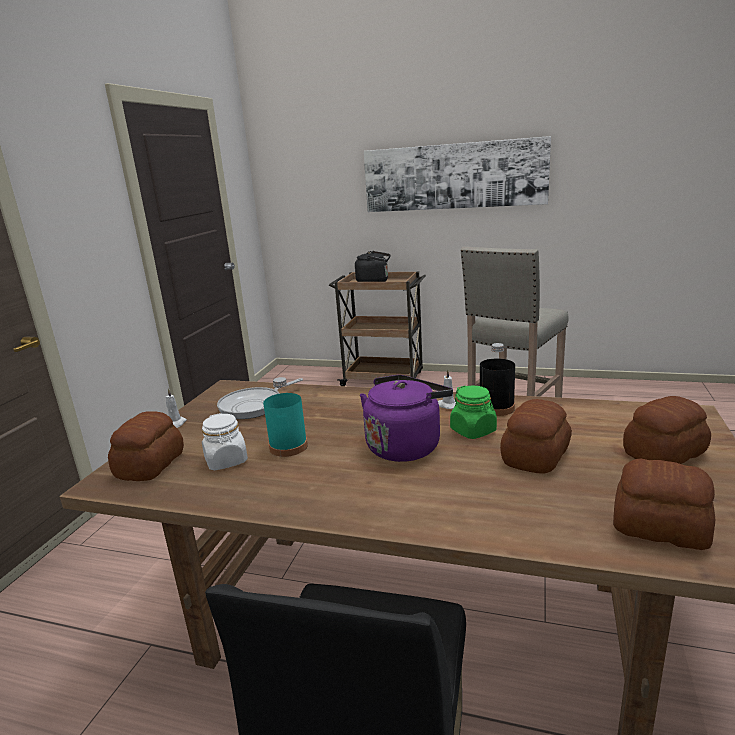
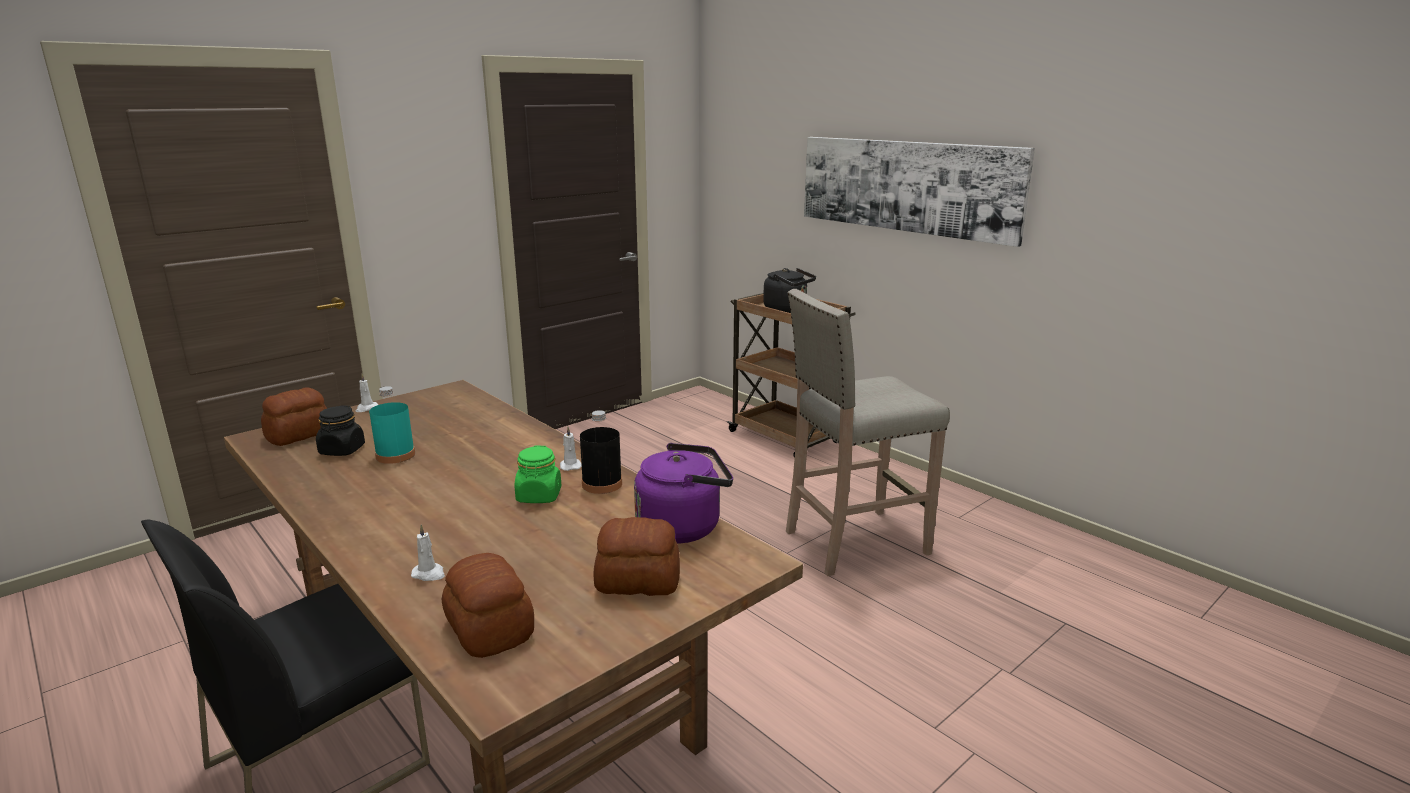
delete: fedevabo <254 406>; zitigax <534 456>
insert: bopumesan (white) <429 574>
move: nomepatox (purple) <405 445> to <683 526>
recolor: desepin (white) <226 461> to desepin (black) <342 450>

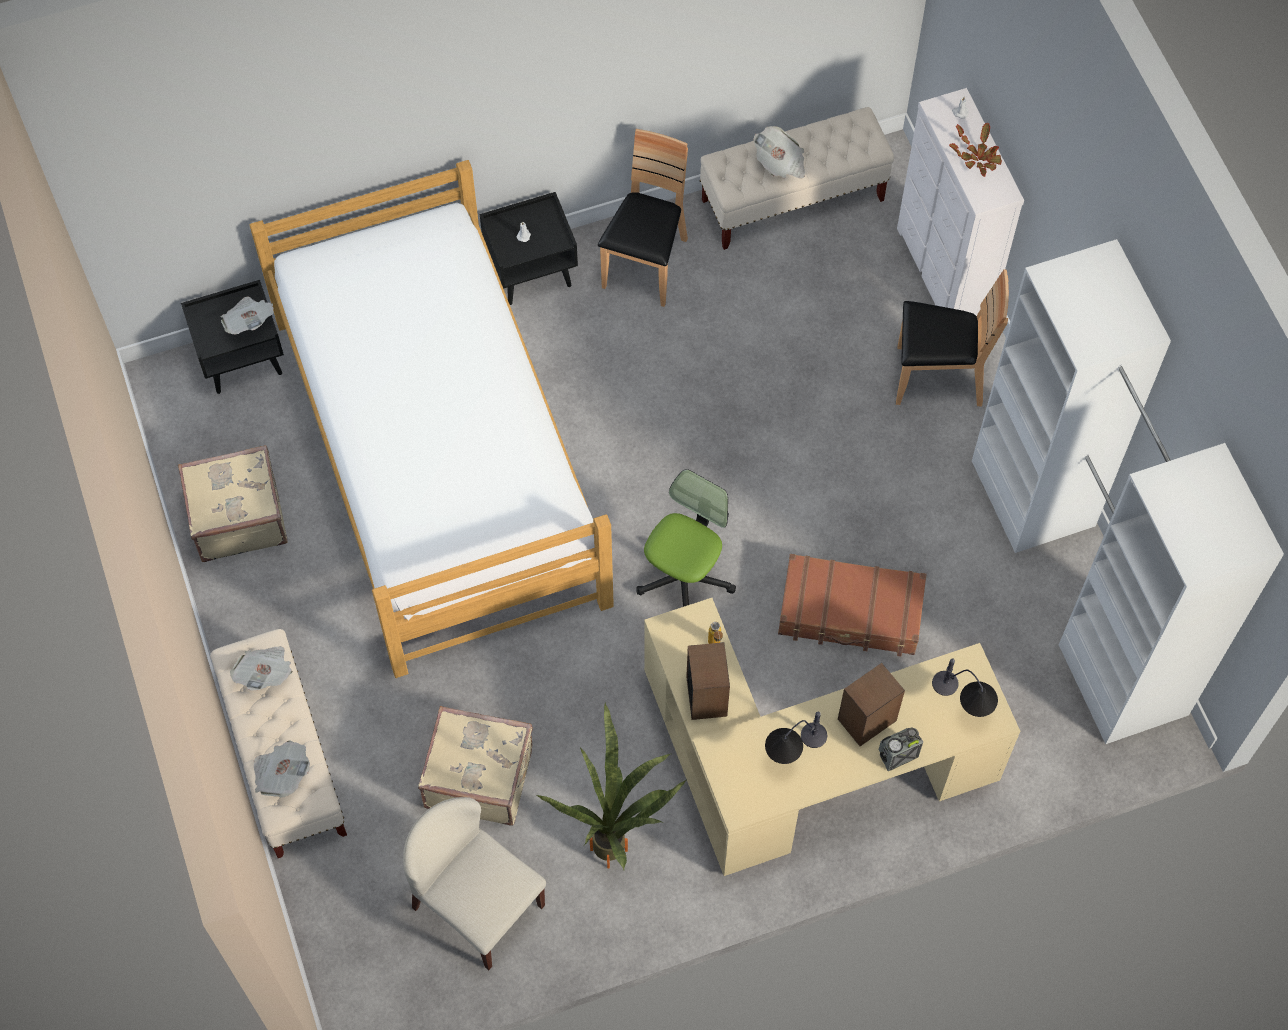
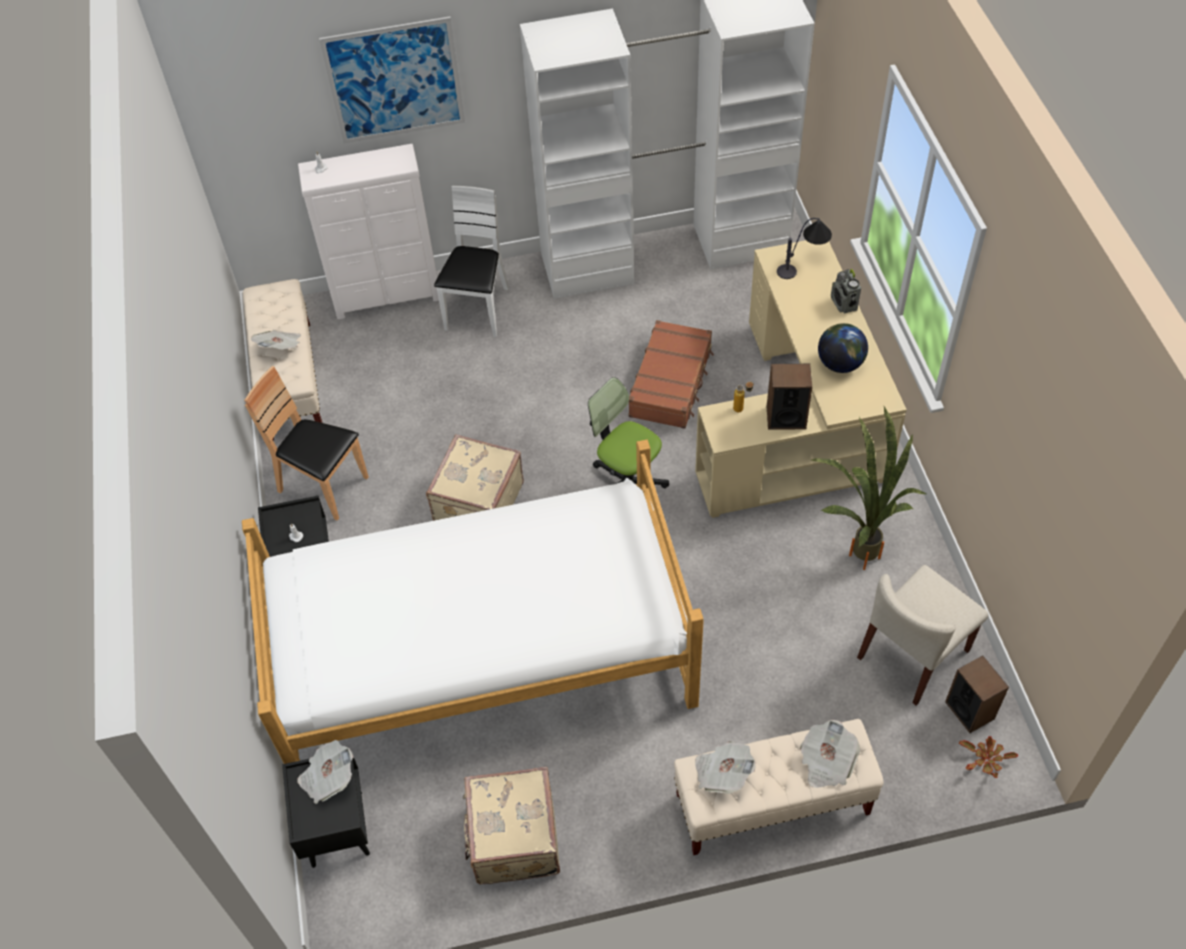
insert: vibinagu <395 81>
move: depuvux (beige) <479 776> to <477 503>; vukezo <867 720> to <969 710>; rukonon <977 157> to <986 759>
replace: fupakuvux <793 752> to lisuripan <840 363>
recolor: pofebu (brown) <937 377> to pofebu (white) <478 310>

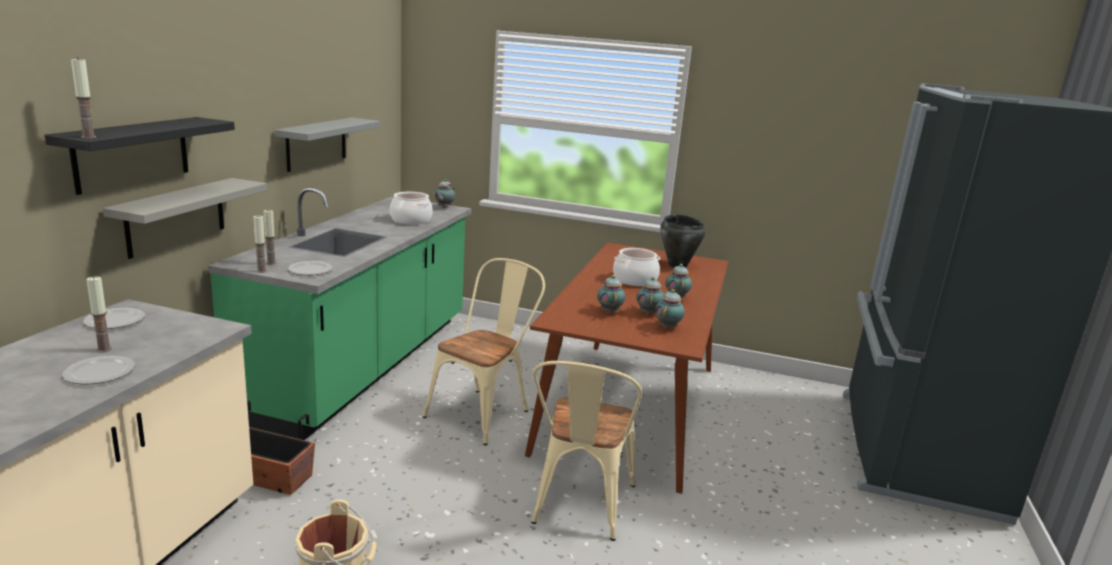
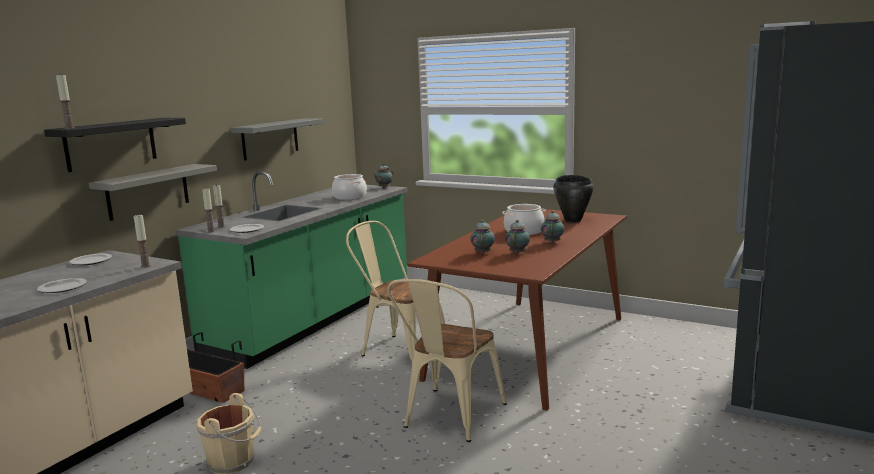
delete: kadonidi <668 327>
move: bopumesan <104 349> to <145 266>
rotate: pofebu (beige) <484 411> = <399 350> 105 degrees counterclockwise

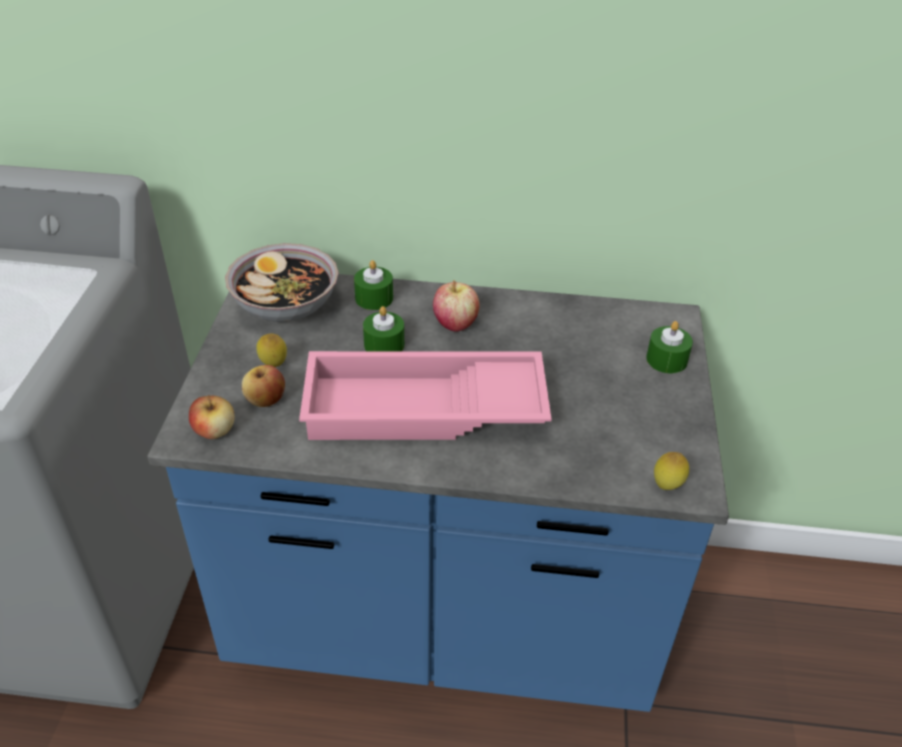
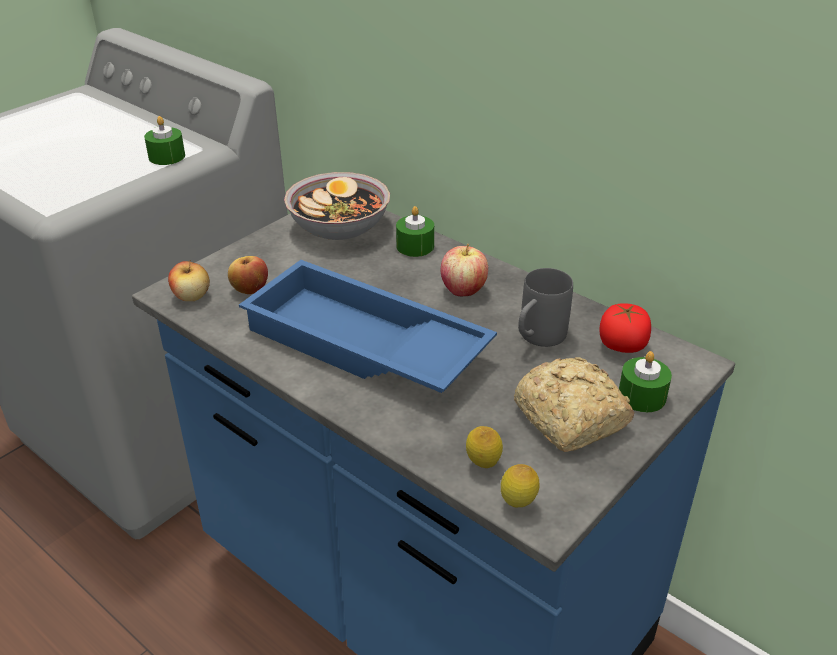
insert: zitigax <570 420>; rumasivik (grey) <537 338>; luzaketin <622 345>
move: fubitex <274 365> to <483 465>; bopumesan (green) <384 345> to <167 156>
recolor: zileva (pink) <423 410> to zileva (blue) <362 345>

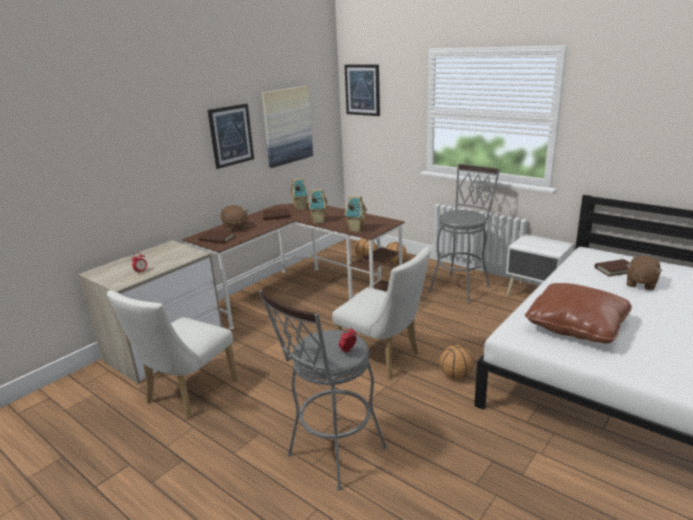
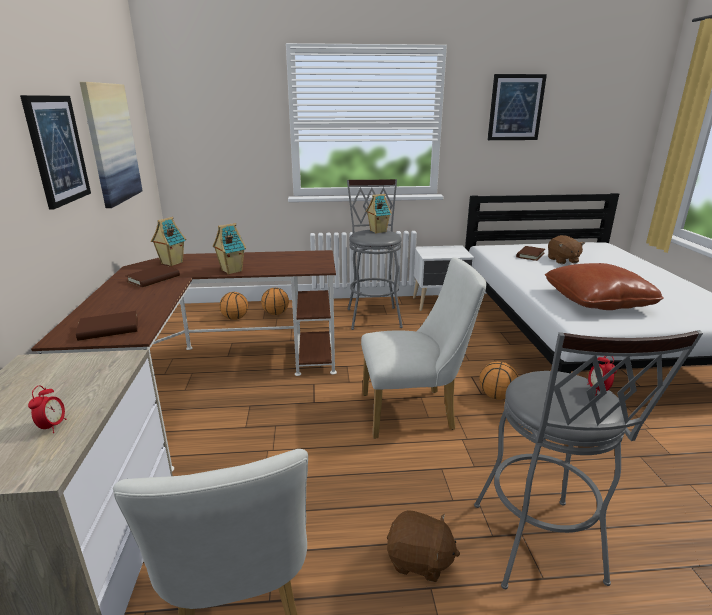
move: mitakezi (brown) <235 227> to <419 560>; vibinagu <362 90> to <515 107>; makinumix <356 229> to <377 231>

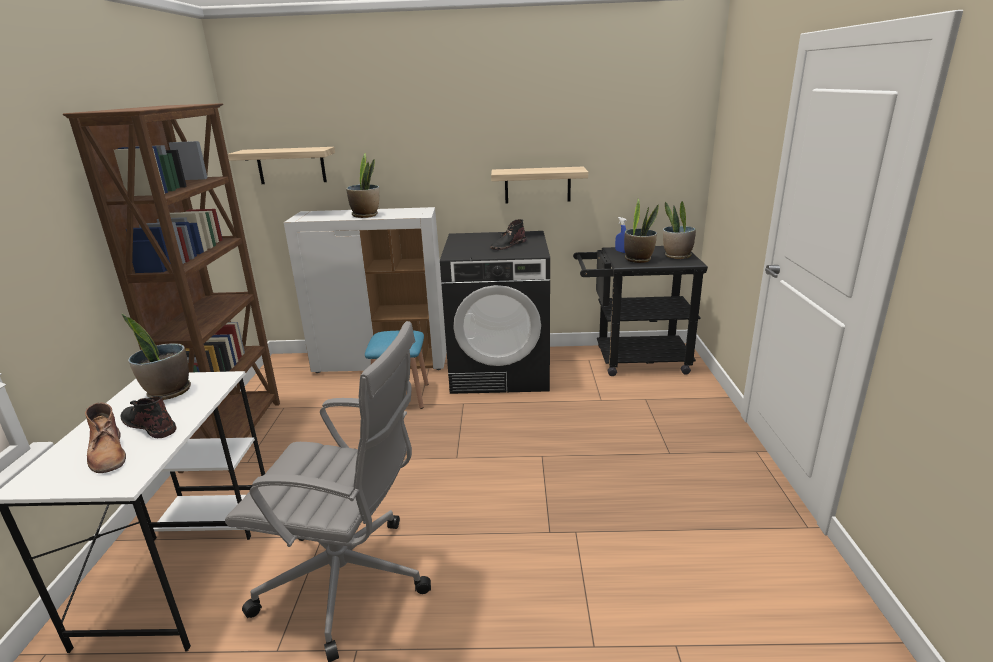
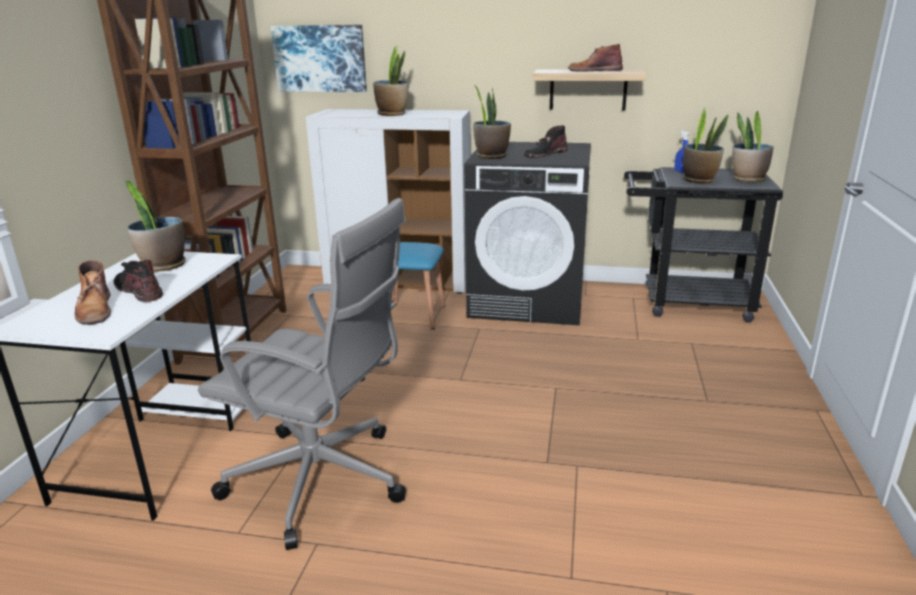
insert: rukonon <491 156>; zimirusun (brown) <594 70>
replace: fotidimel <291 165> to vibinagu <320 58>

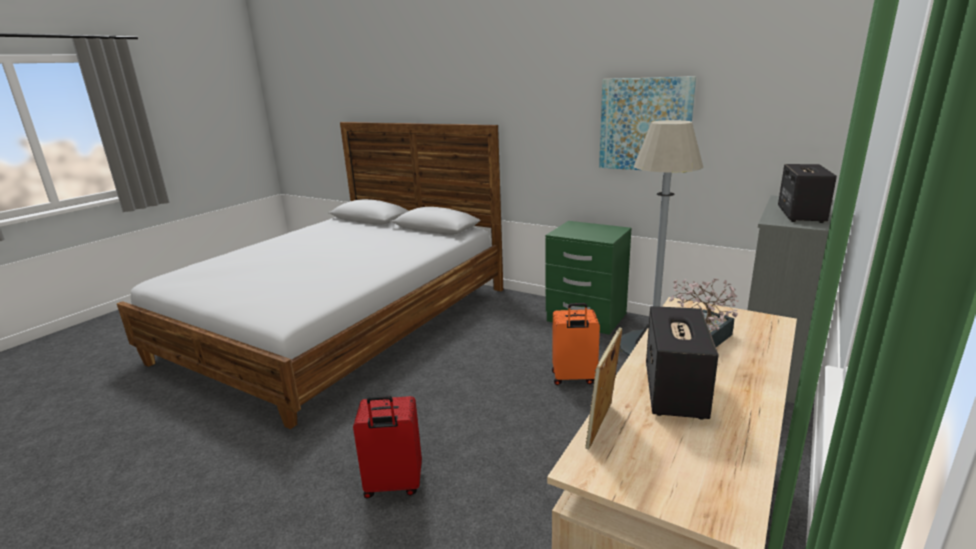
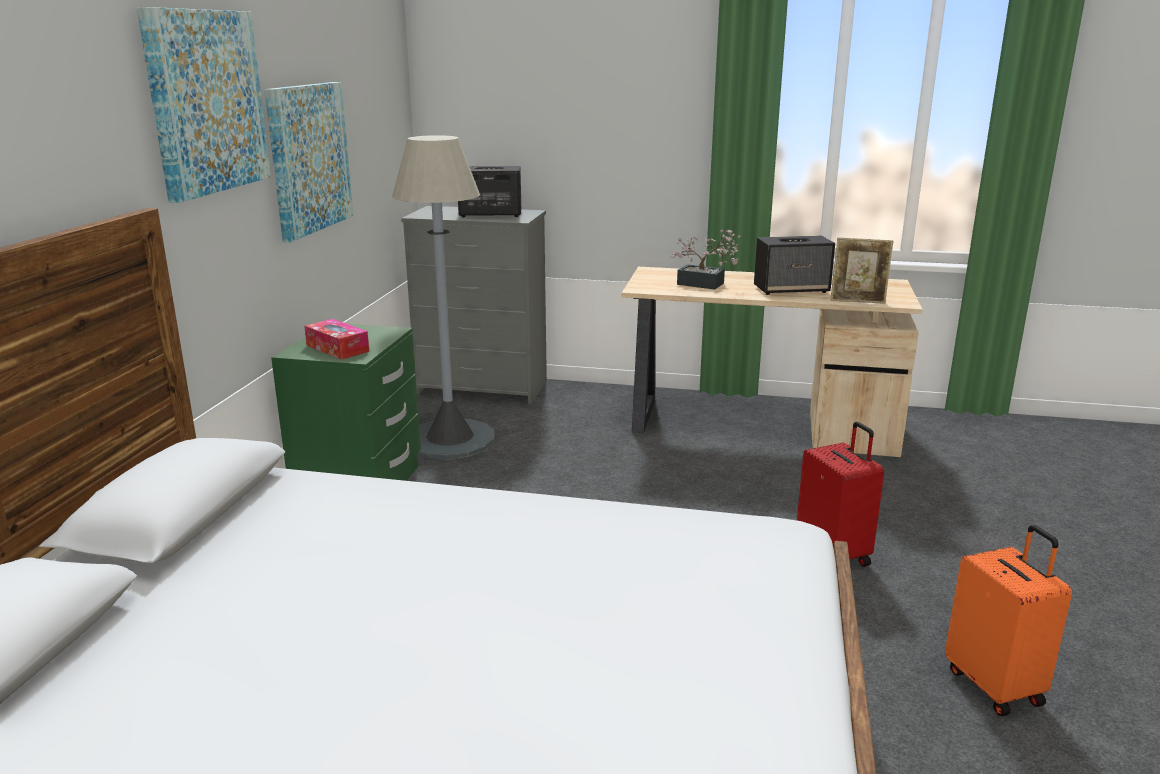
insert: vibinagu <206 102>; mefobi <337 348>
move: depuvux (orange) <573 378> to <995 686>

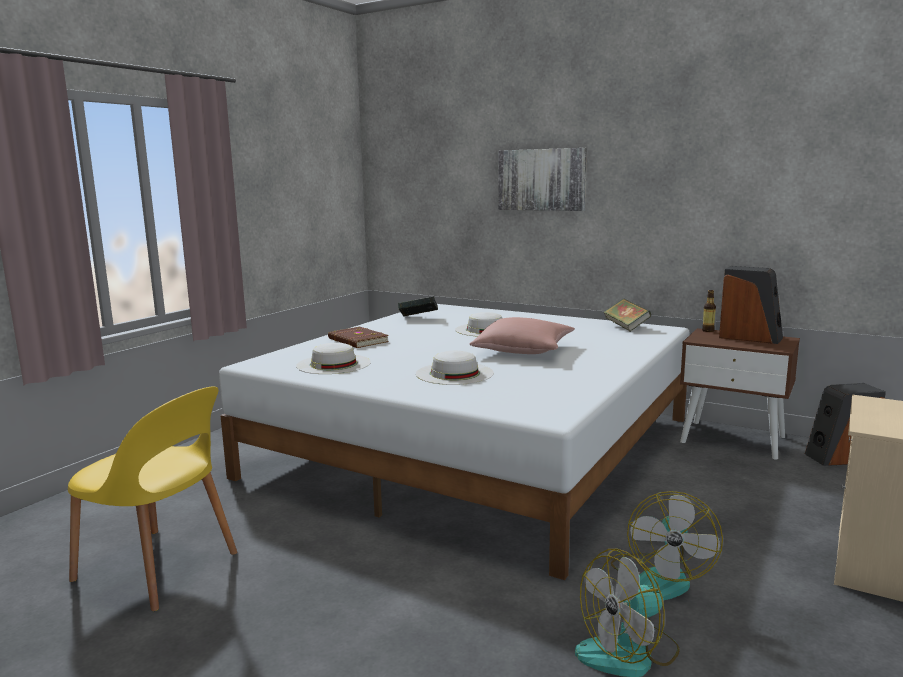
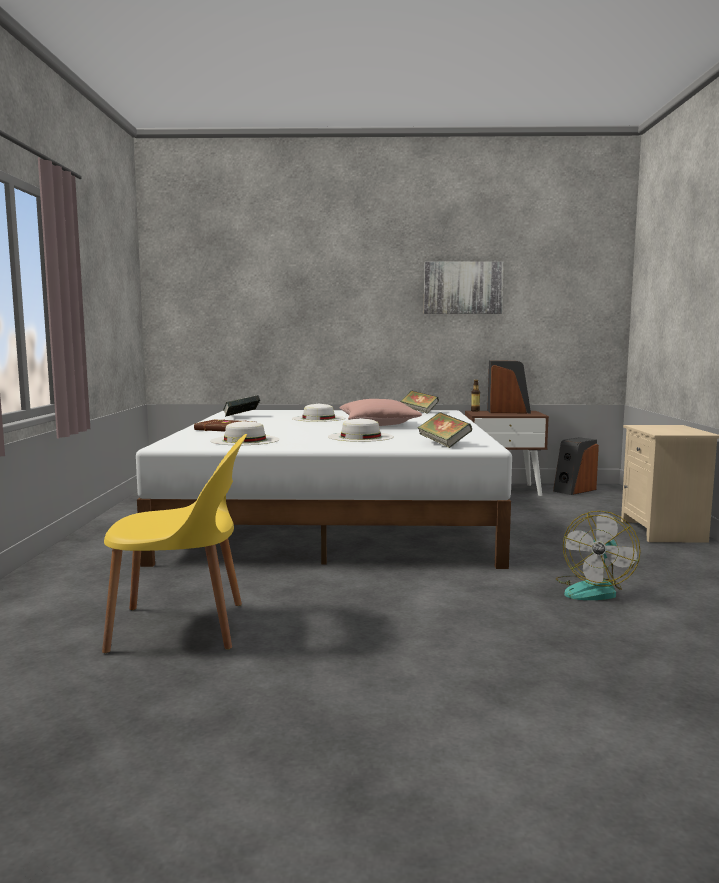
delete: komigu <660 578>
insert: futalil <444 444>
move: vibinagu <541 180> to <463 288>

